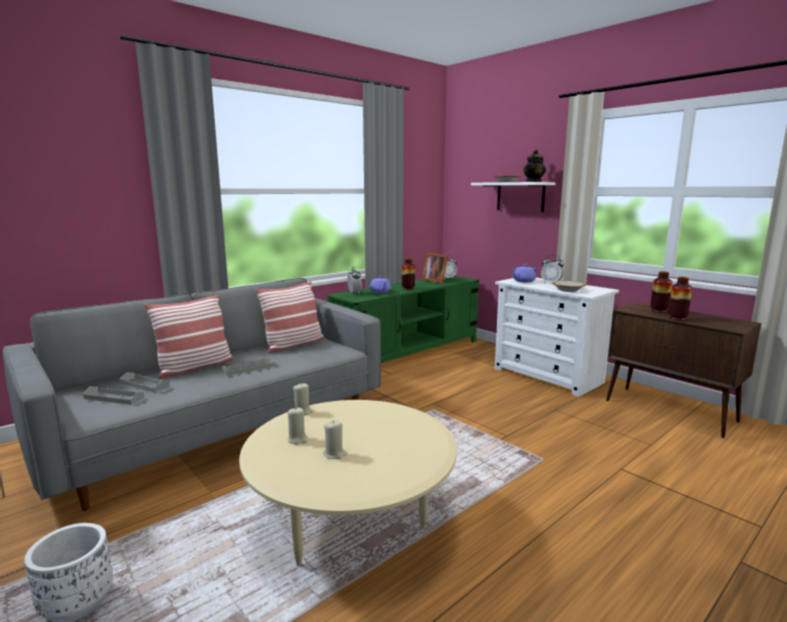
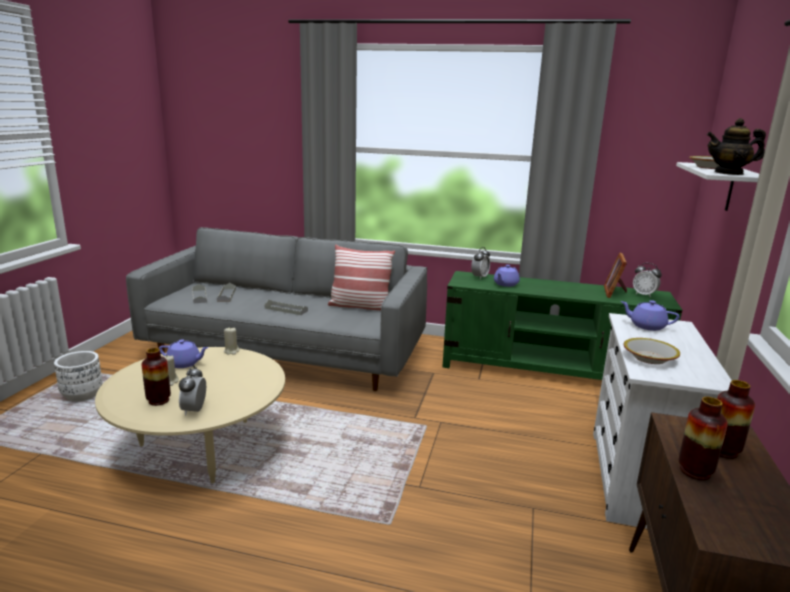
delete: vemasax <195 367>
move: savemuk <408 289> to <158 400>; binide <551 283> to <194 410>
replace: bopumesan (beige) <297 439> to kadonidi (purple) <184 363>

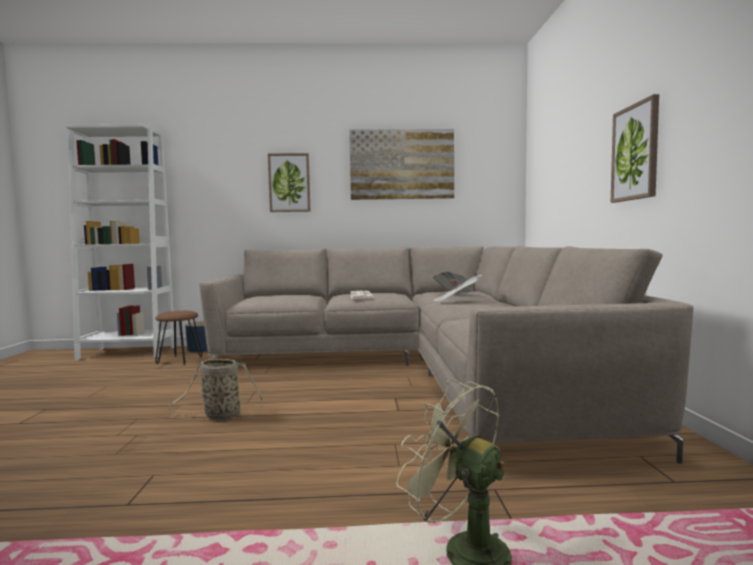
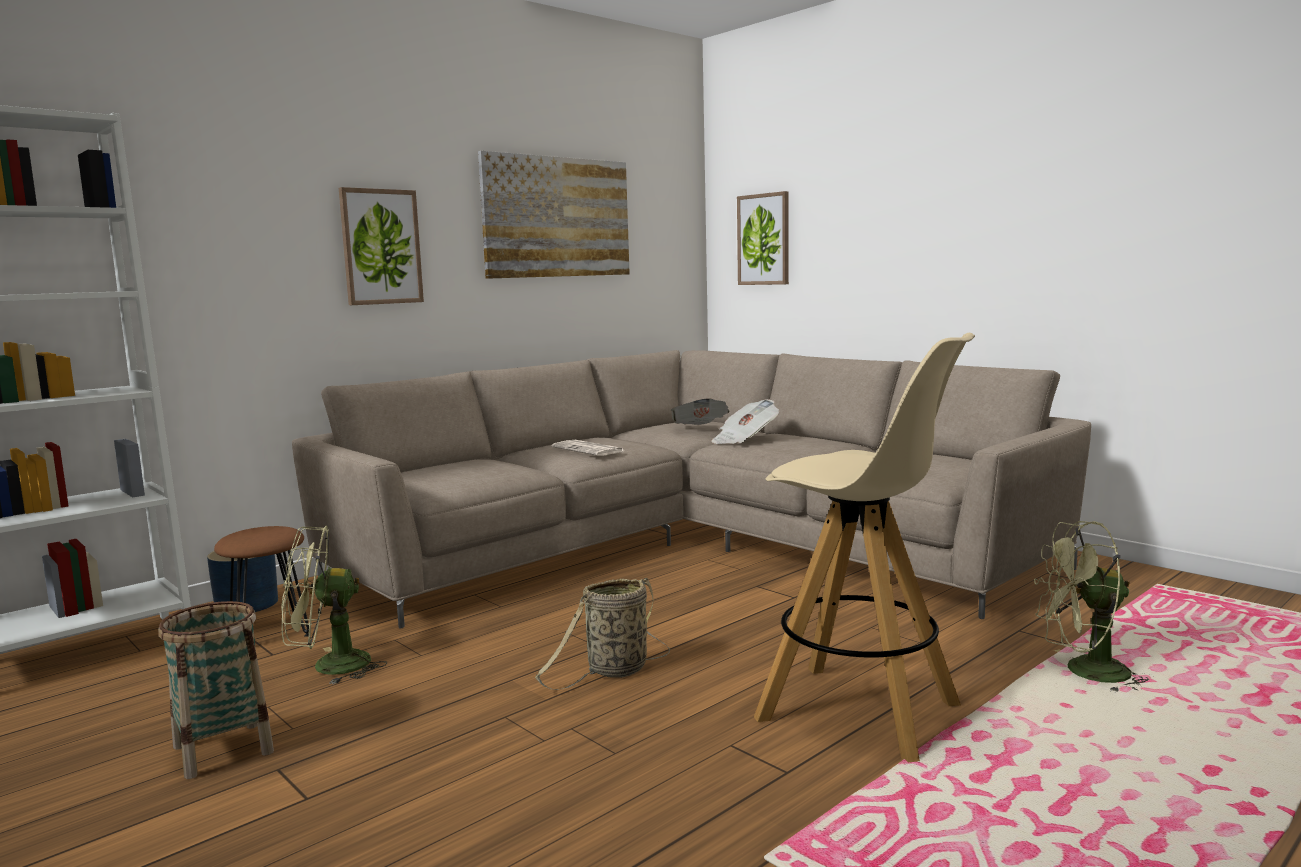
insert: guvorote <223 750>; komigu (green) <329 667>; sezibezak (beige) <861 712>
move: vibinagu <635 152> to <764 239>

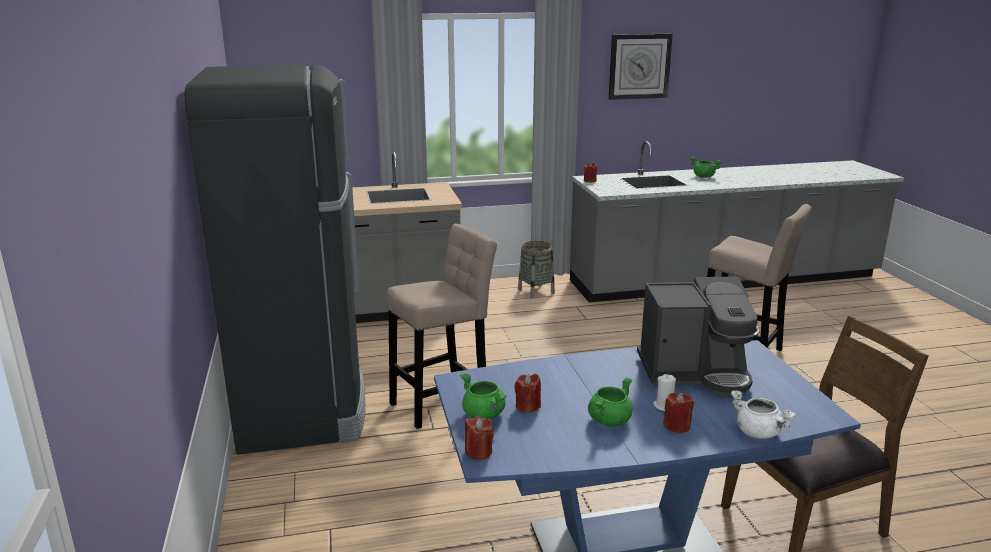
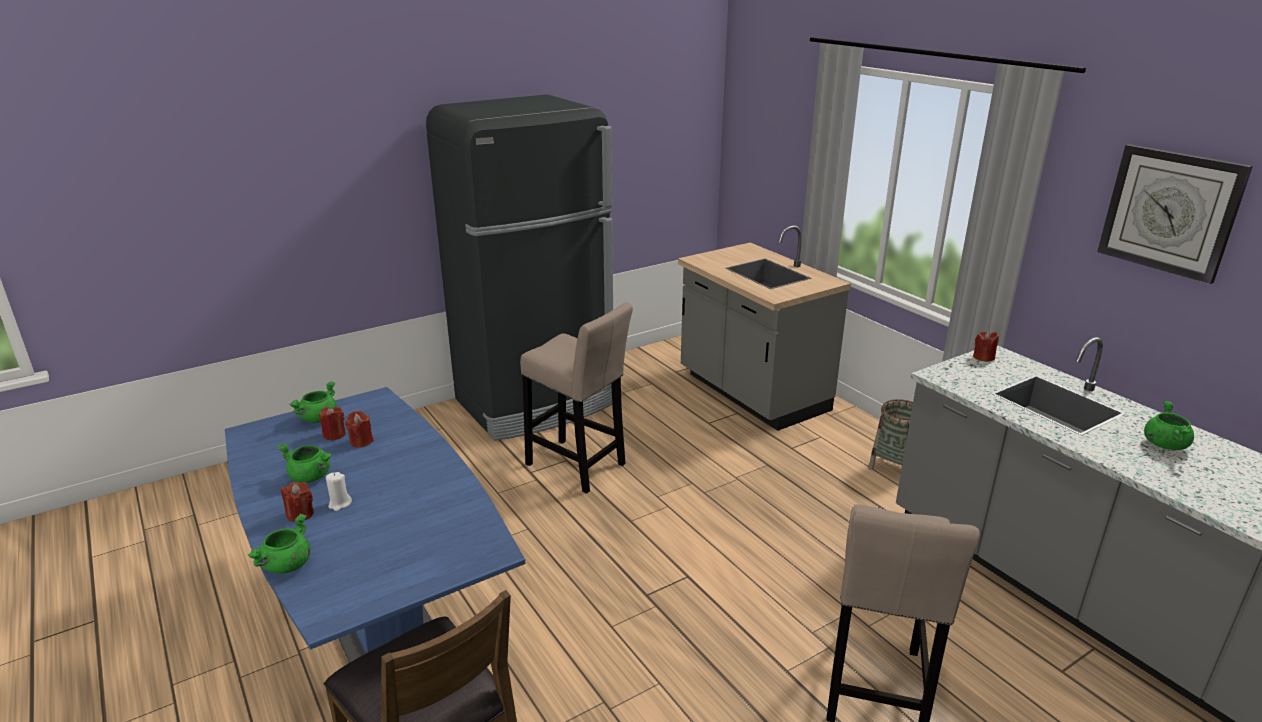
delete: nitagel <695 373>
move: bopumesan (red) <478 452> to <361 441>
recolor: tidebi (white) <758 433> to tidebi (green) <287 565>

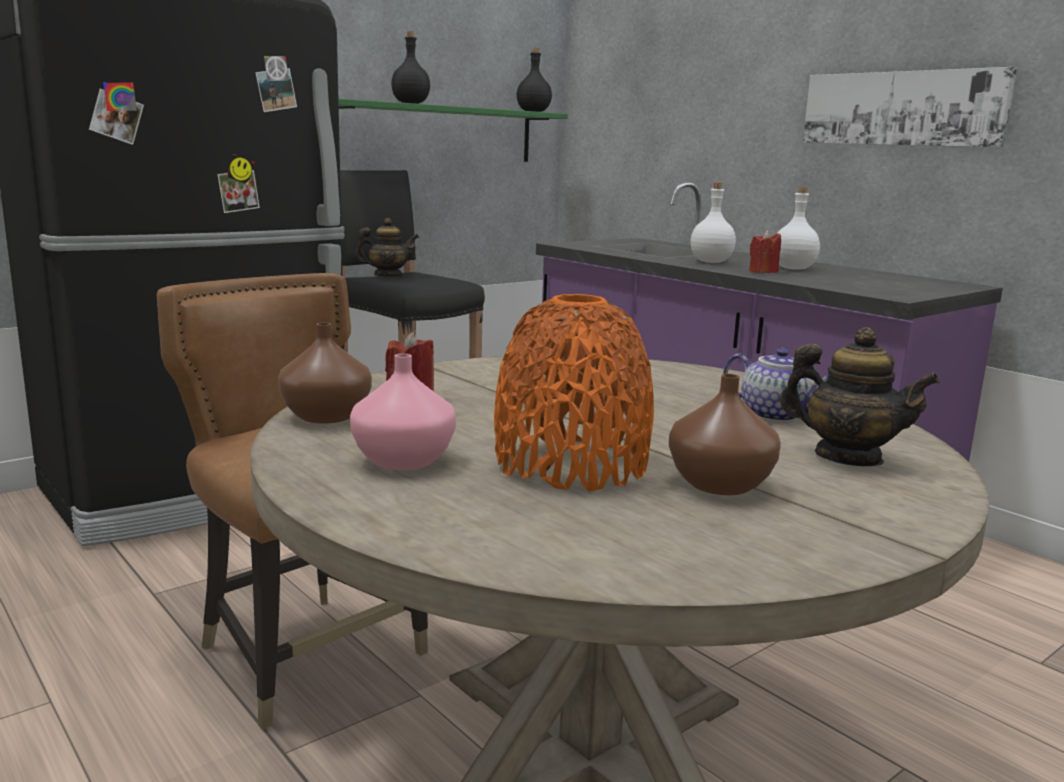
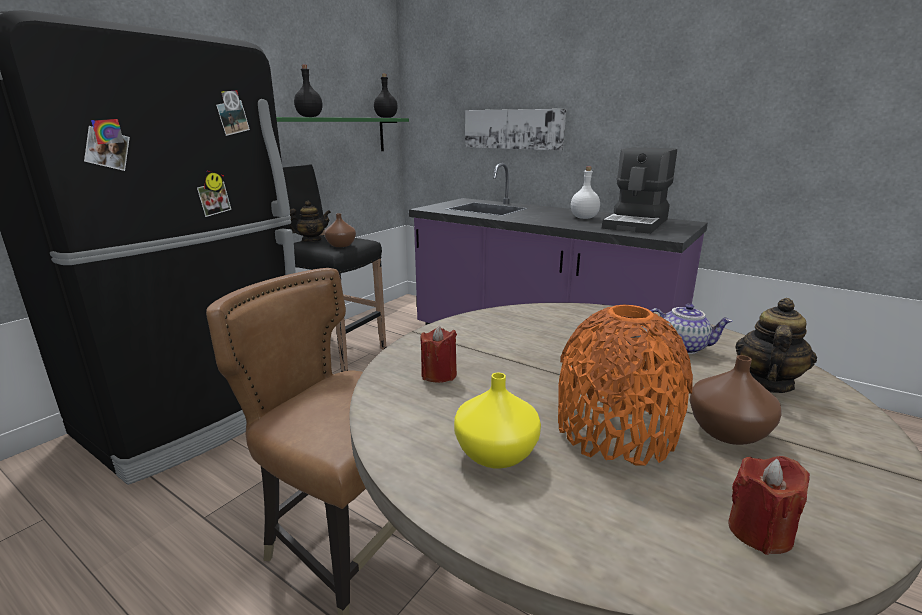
delete: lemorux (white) <711 262>
insert: nitagel <637 224>
move: savemuk (brown) <327 417> to <341 245>; bopumesan (red) <763 272> to <759 531>; vibinagu <902 108> to <513 129>
recolor: savemuk (pink) <404 460> to savemuk (yellow) <496 452>
rotate: kadonidi <848 457> = <766 383> 75 degrees counterclockwise

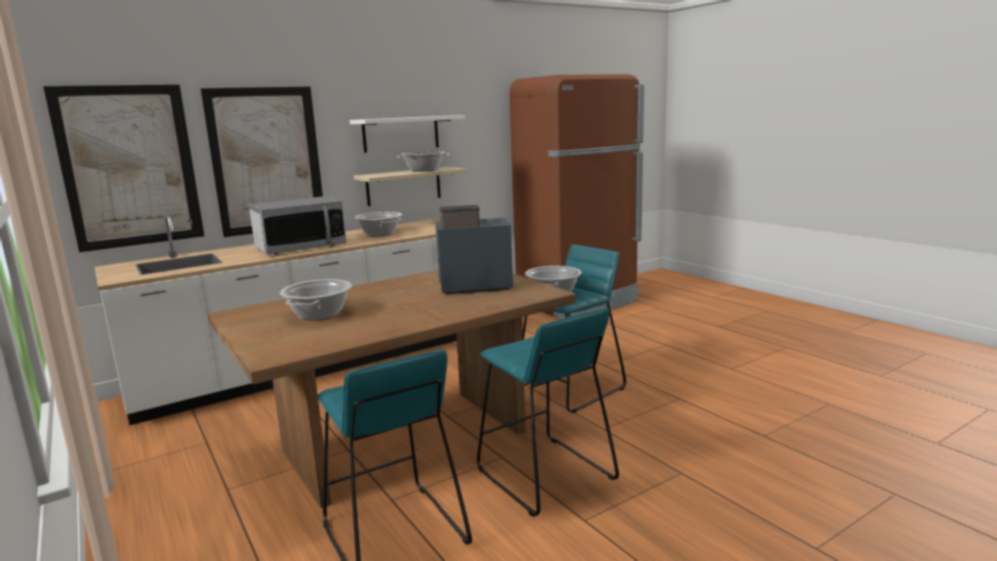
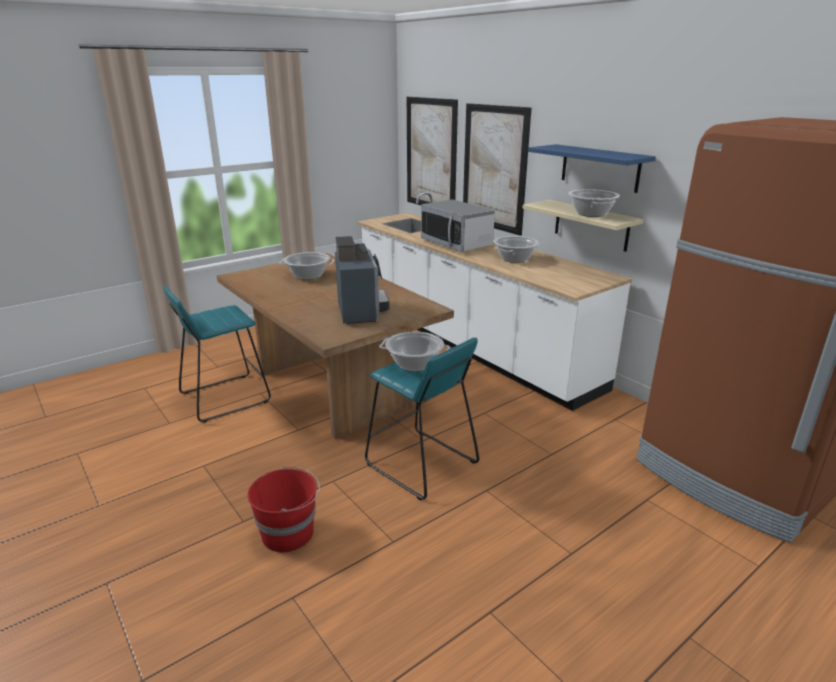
delete: sezibezak (turquoise) <544 475>
insert: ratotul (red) <289 533>
recolor: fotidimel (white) <401 133> to fotidimel (blue) <600 168>

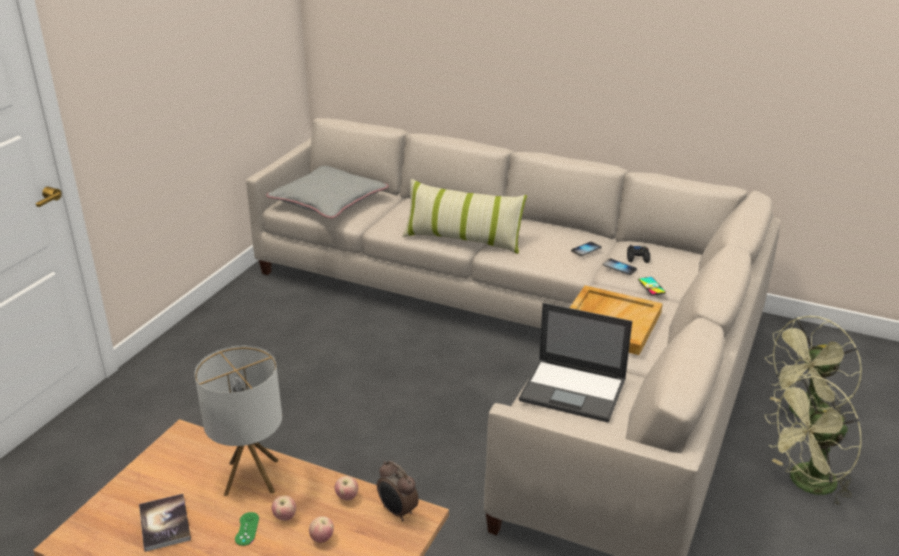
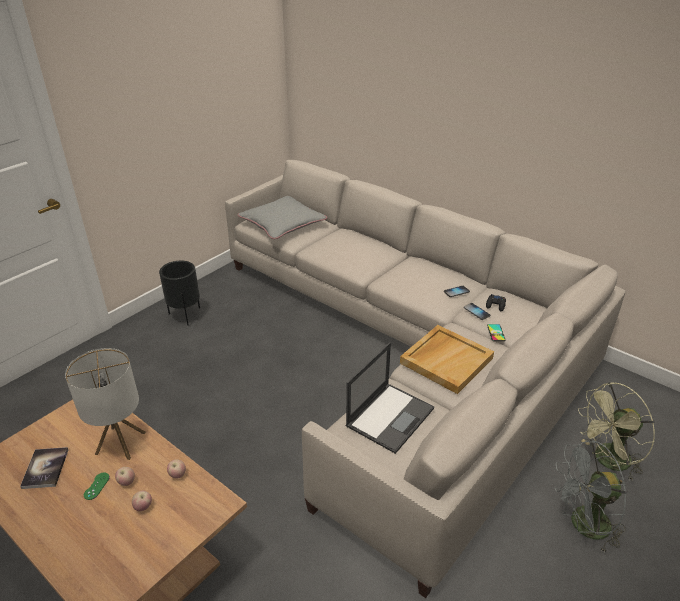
delete: binide <397 512>; vemasax <463 239>
insert: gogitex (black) <186 316>
recolor: komigu (green) <806 484> to komigu (grey) <582 526>
rotate: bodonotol <574 390> = <390 416> 90 degrees counterclockwise

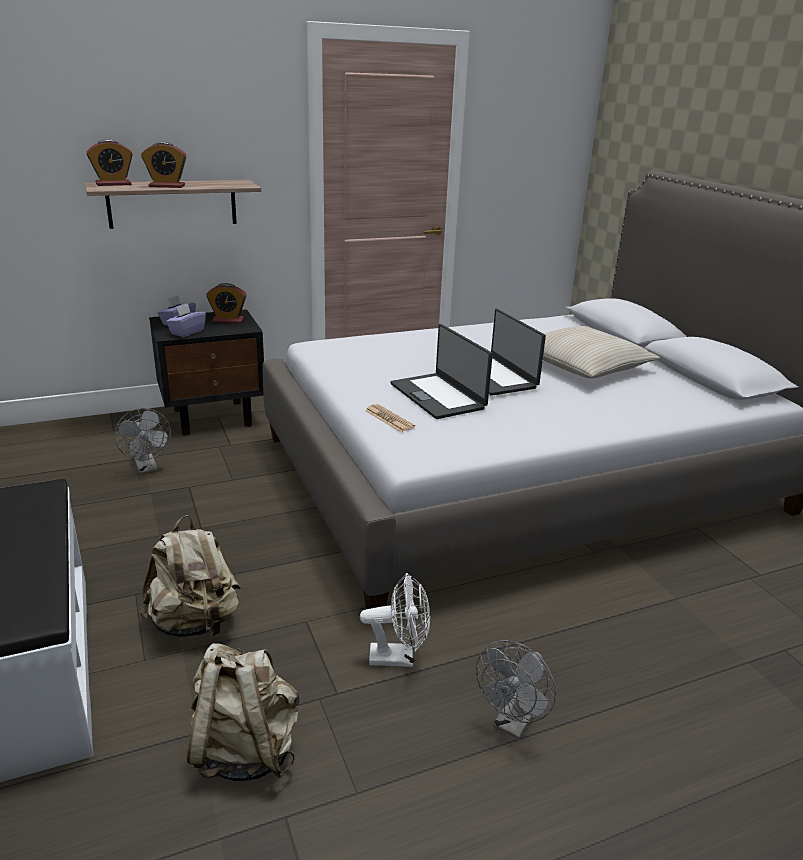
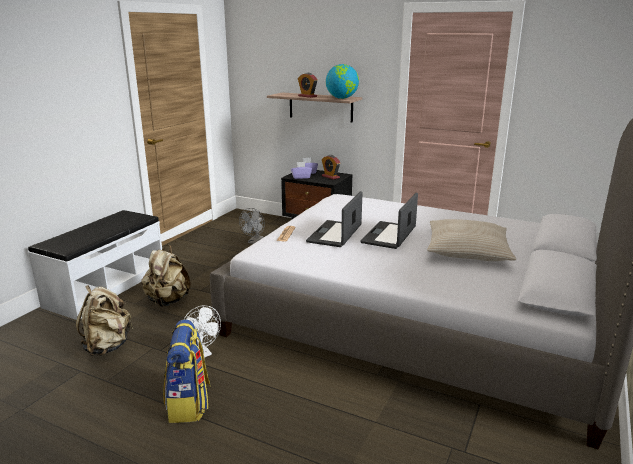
delete: binide <113 184>
insert: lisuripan <342 98>
replace: komigu (grey) <513 724> to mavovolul <189 404>

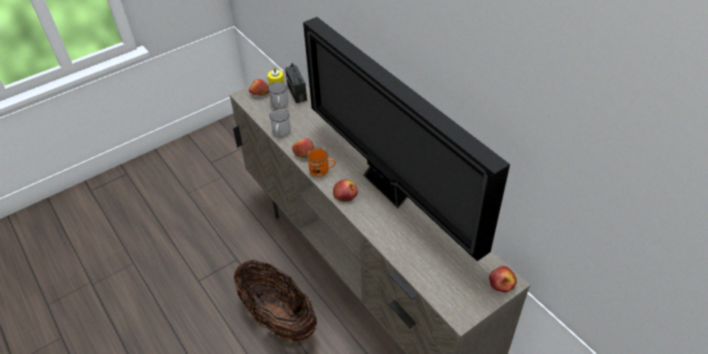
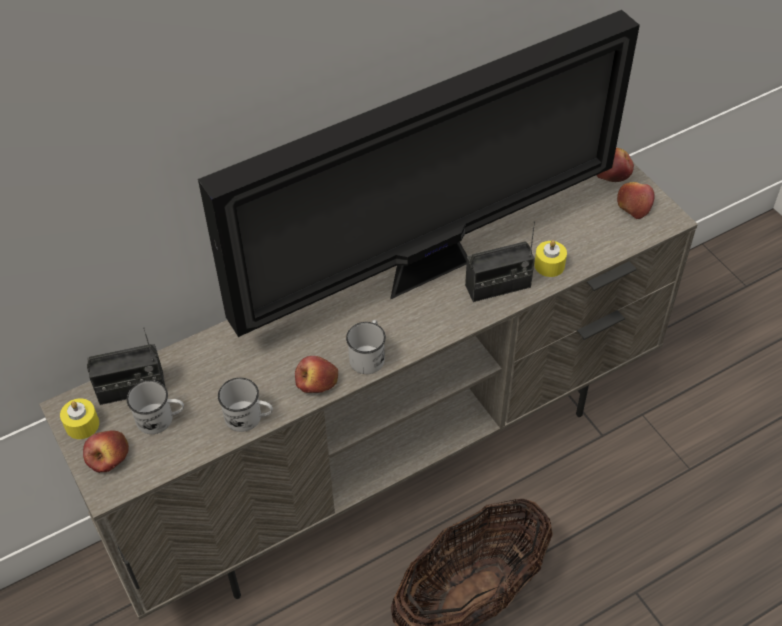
insert: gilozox <498 286>; bopumesan (yellow) <549 265>
move: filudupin <345 194> to <634 205>
recolor: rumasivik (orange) <322 170> to rumasivik (white) <368 355>

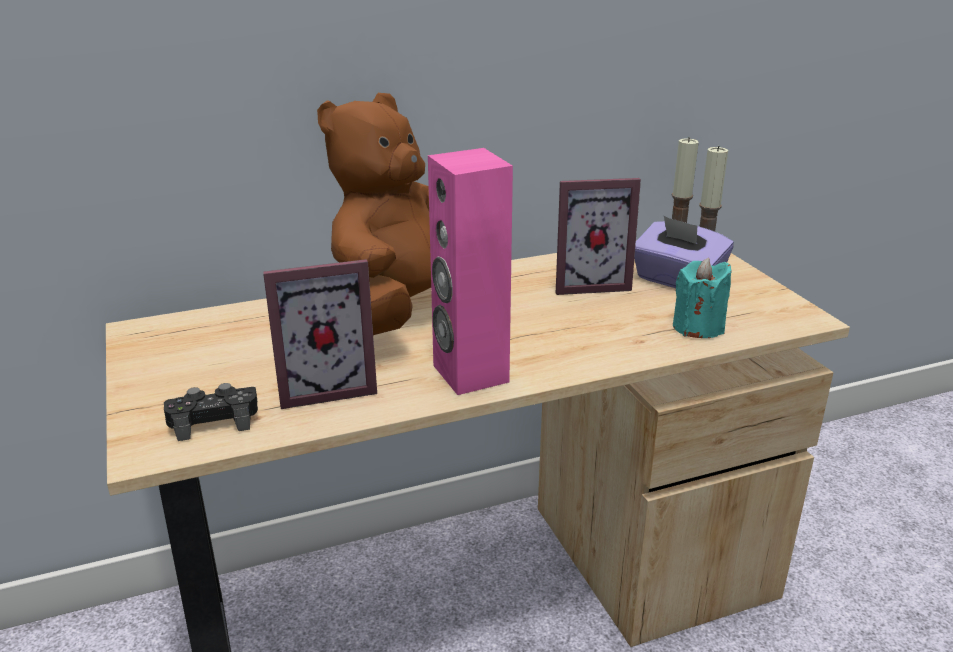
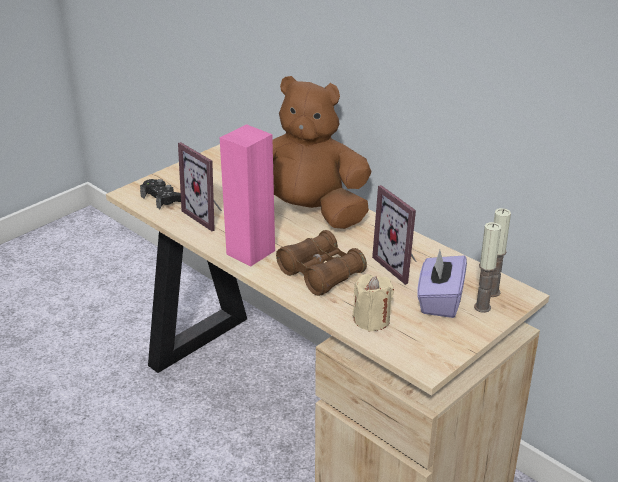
insert: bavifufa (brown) <320 273>
recolor: bopumesan (turquoise) <698 327> to bopumesan (beige) <371 320>

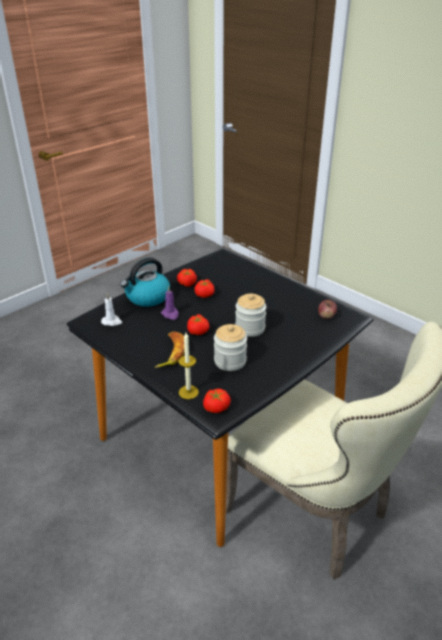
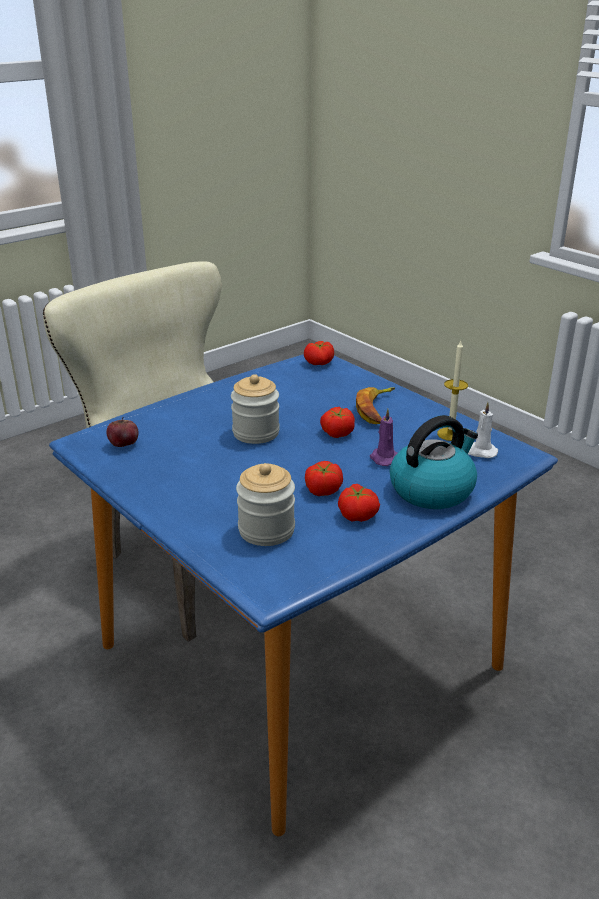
move: bopumesan <188 392> to <450 434>; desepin <230 361> to <266 530>
recolor: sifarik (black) <221 437> to sifarik (blue) <298 658>

